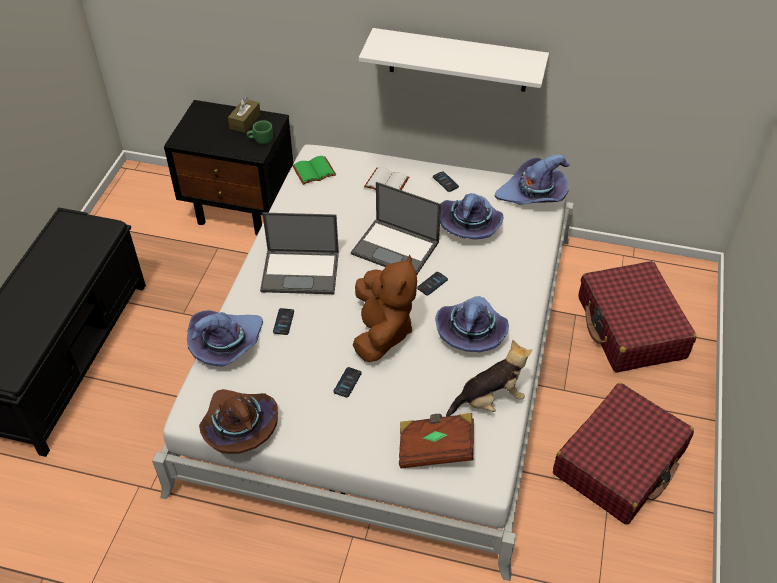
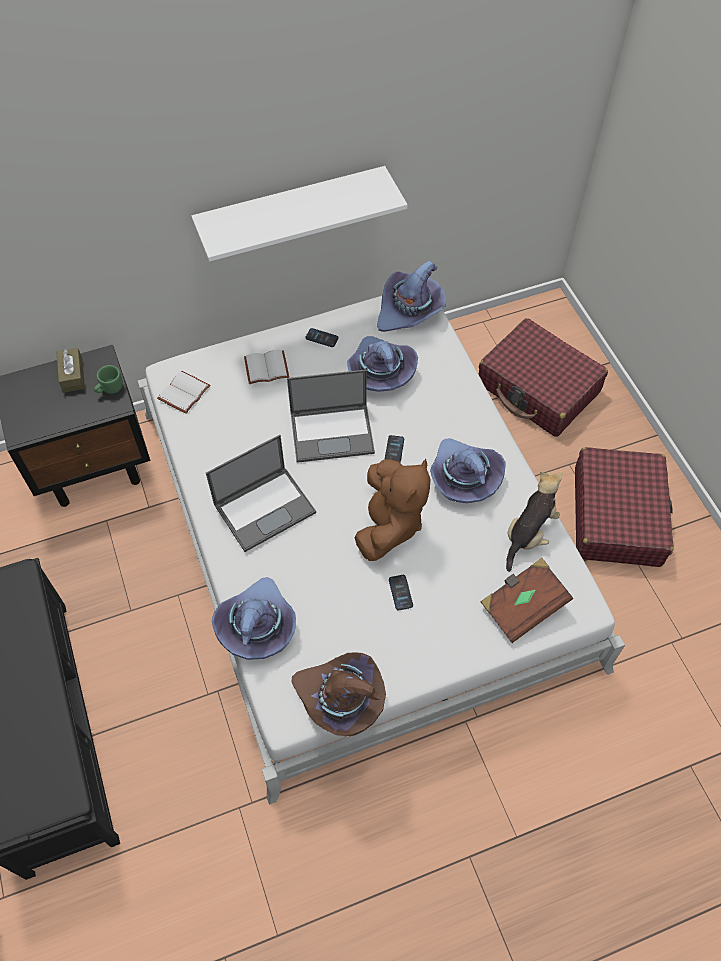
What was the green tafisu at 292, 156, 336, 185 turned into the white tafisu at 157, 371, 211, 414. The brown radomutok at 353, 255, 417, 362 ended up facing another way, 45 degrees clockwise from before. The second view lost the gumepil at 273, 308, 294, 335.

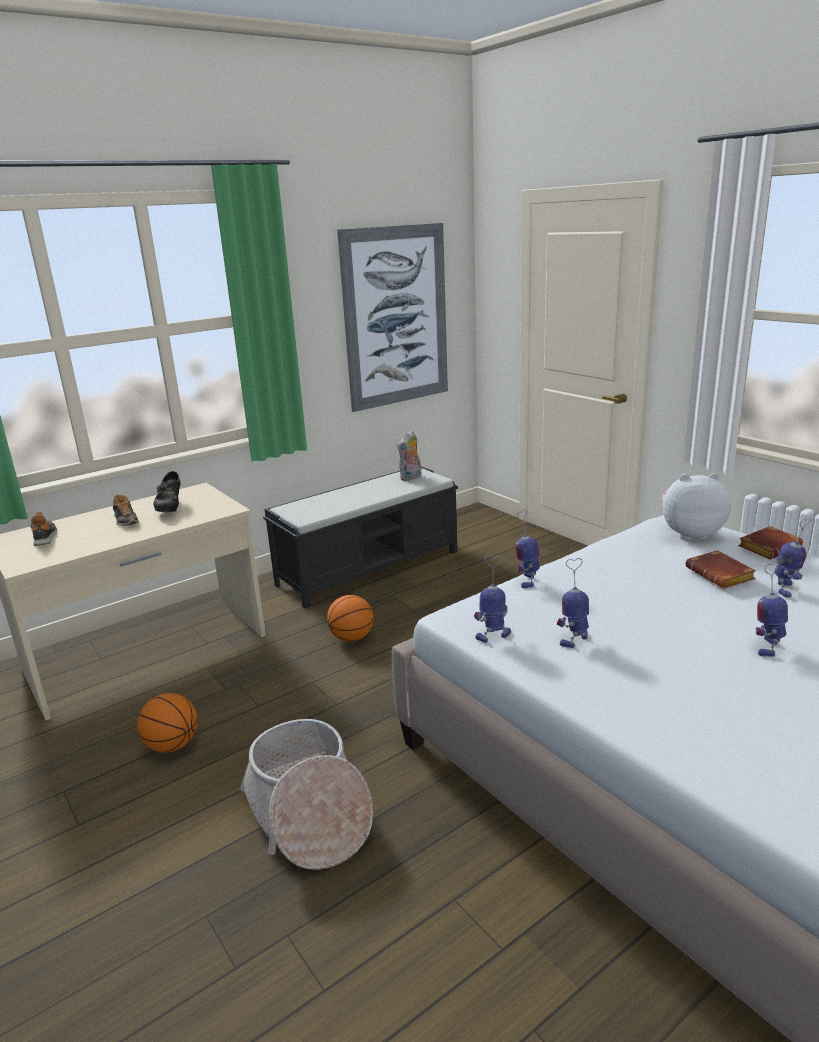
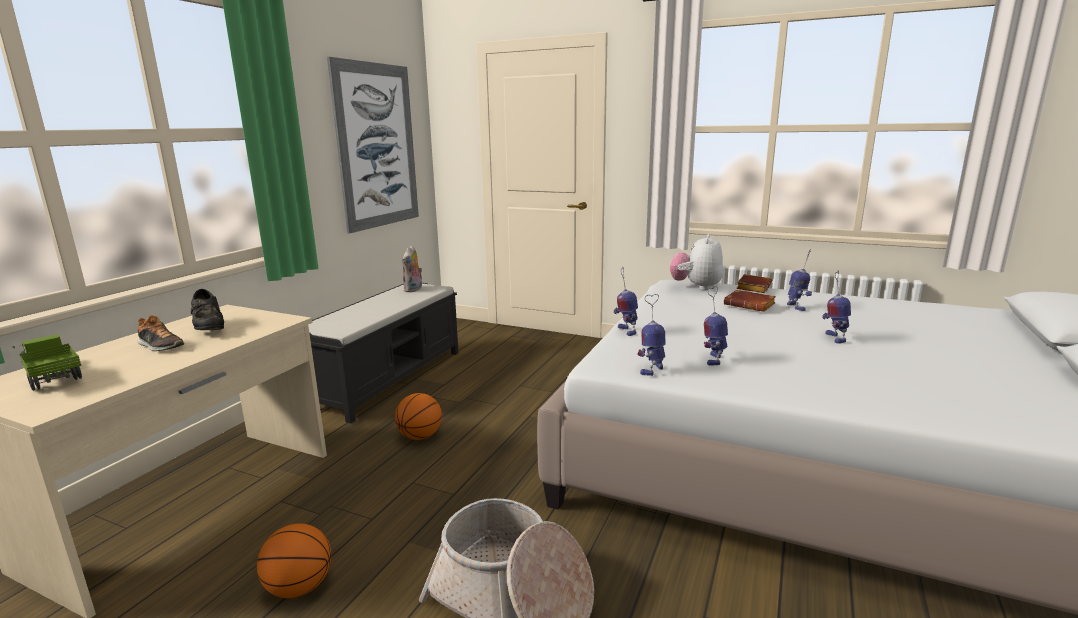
The radomutok at 662, 473, 731, 540 ended up facing another way, 45 degrees counterclockwise from before. Where the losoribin stood at 30, 512, 58, 546, the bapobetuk came to stand at 12, 334, 82, 391.

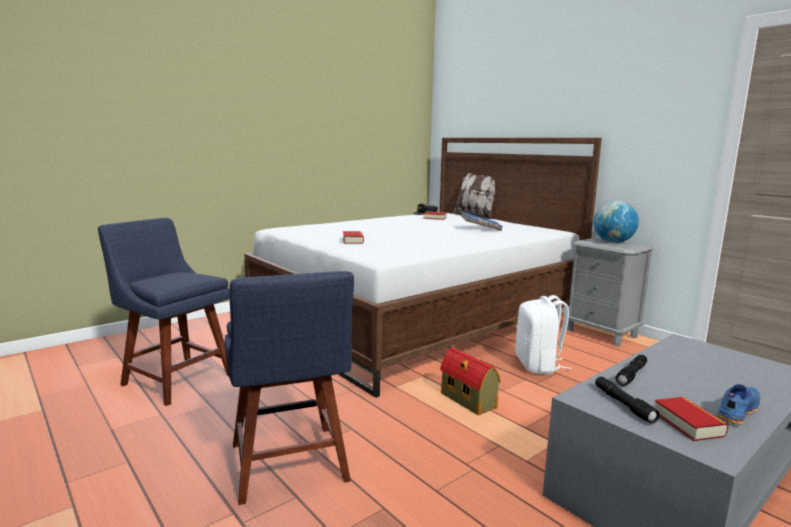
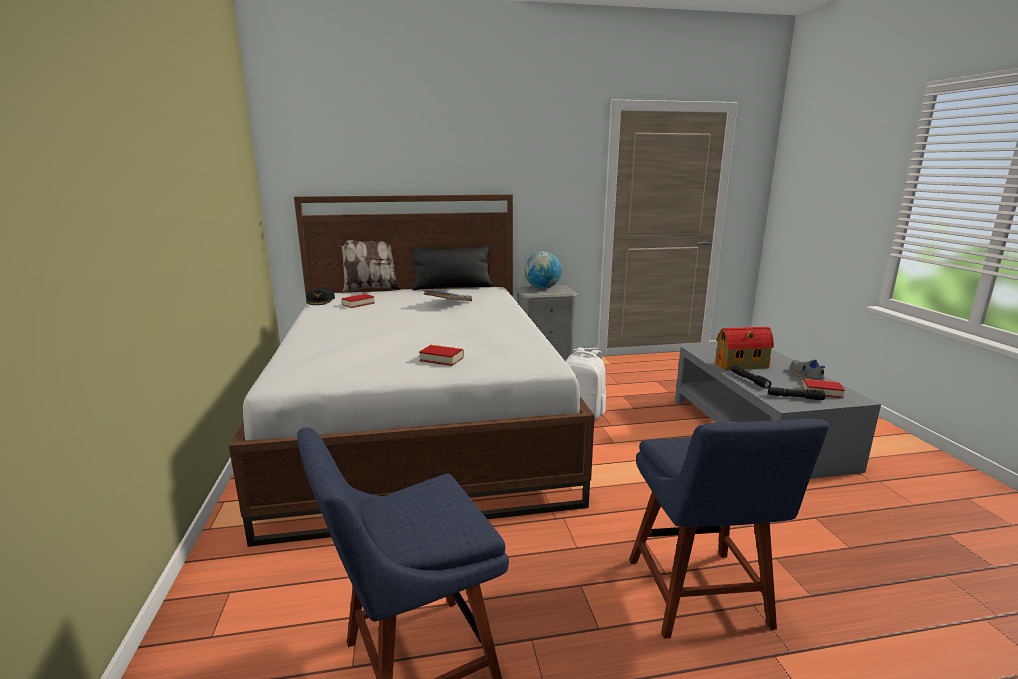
The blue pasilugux at 225, 271, 354, 505 ended up facing another way, 75 degrees clockwise from before. The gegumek ended up elsewhere, having gone from 440, 348, 501, 415 to 715, 327, 774, 370. What was the blue losoribin at 717, 384, 760, 425 turned into the grey losoribin at 790, 359, 825, 381. The second view gained the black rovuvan at 410, 245, 493, 290.

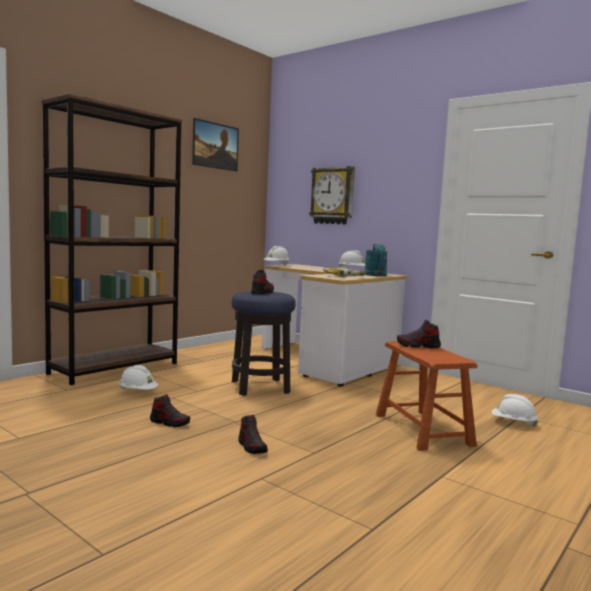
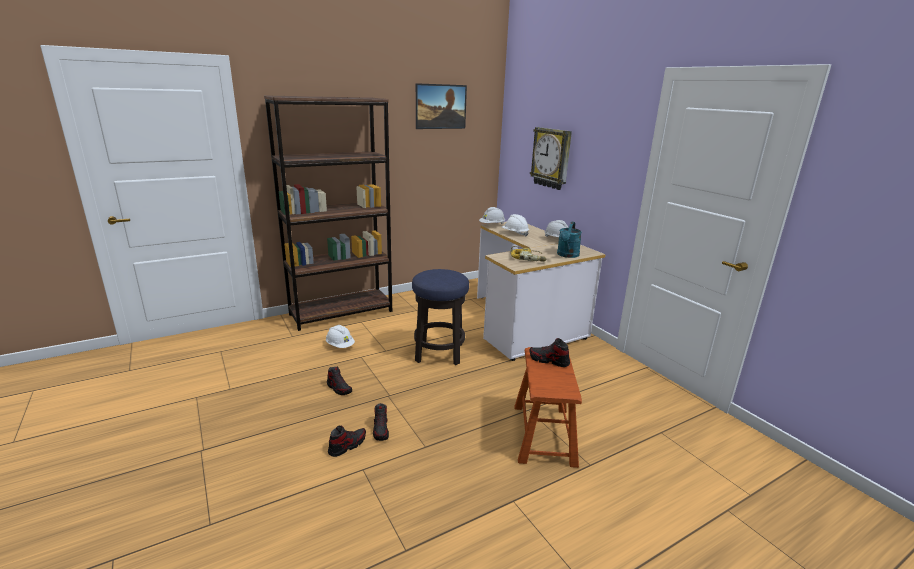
The losoribin ended up elsewhere, having gone from 251, 270, 274, 295 to 328, 426, 366, 457. The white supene ended up elsewhere, having gone from 491, 394, 538, 426 to 502, 214, 529, 236.

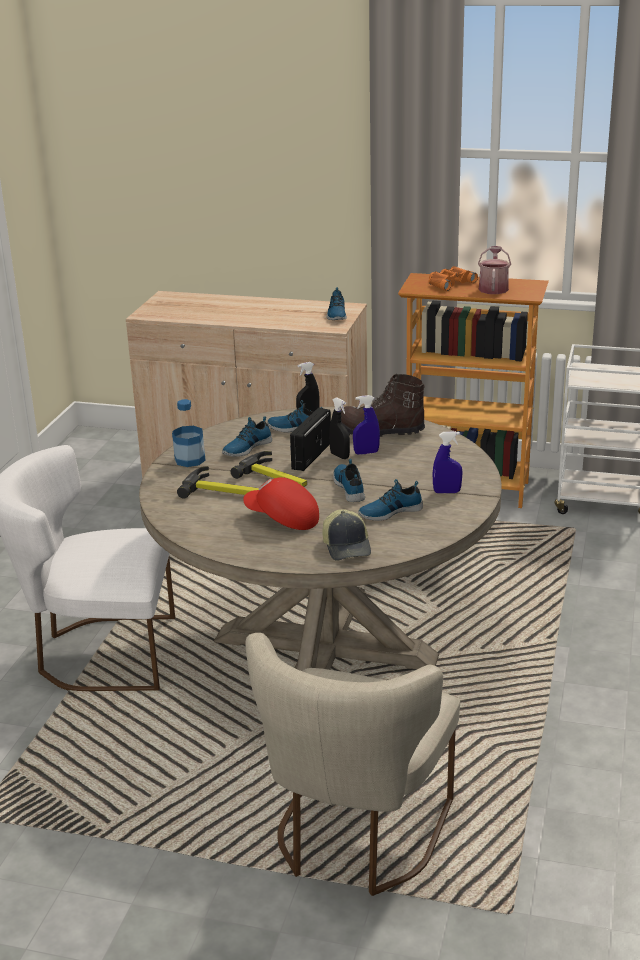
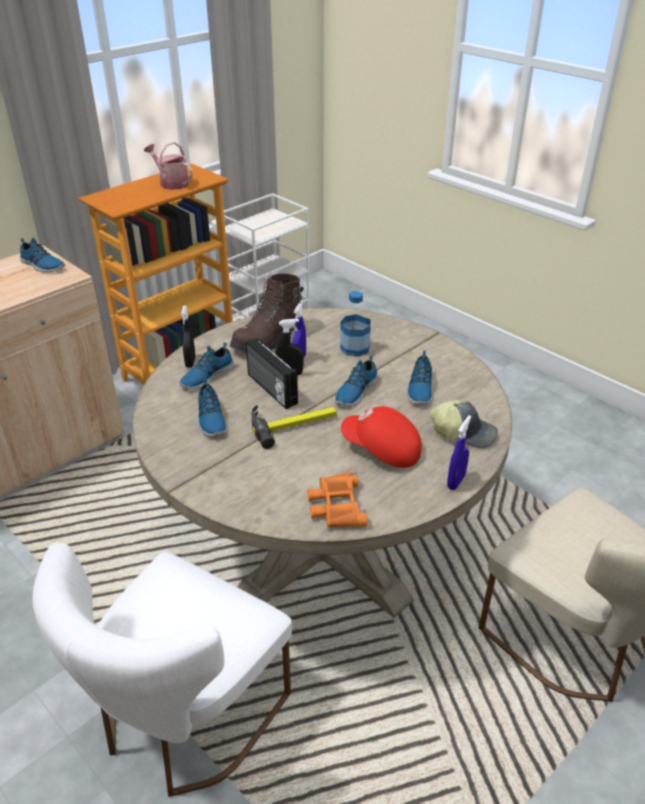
The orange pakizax ended up elsewhere, having gone from 429, 266, 478, 291 to 307, 471, 367, 527. The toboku ended up elsewhere, having gone from 172, 399, 206, 467 to 340, 291, 371, 357. The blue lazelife ended up elsewhere, having gone from 433, 431, 463, 493 to 447, 415, 471, 490. The losoribin at 333, 459, 365, 502 ended up facing another way, 75 degrees counterclockwise from before. The second view lost the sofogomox at 177, 466, 259, 499. The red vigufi at 243, 477, 319, 530 ended up facing another way, 60 degrees clockwise from before.

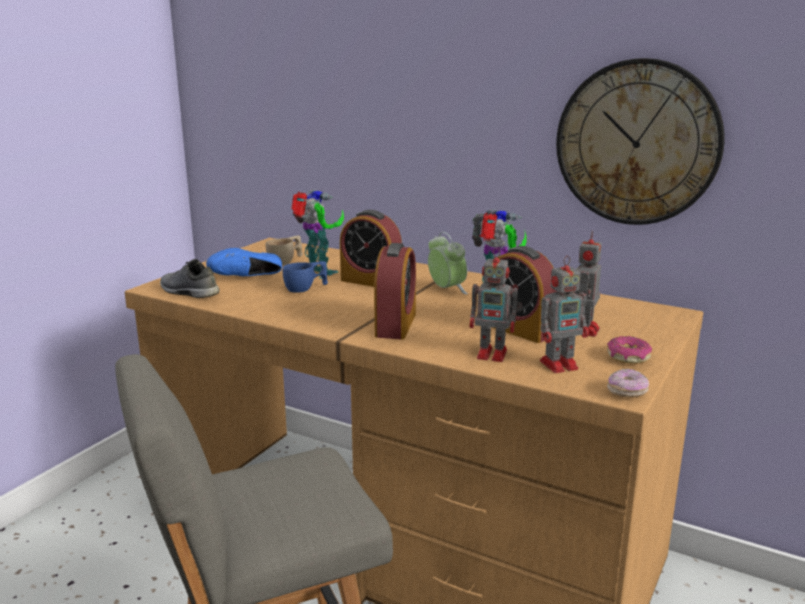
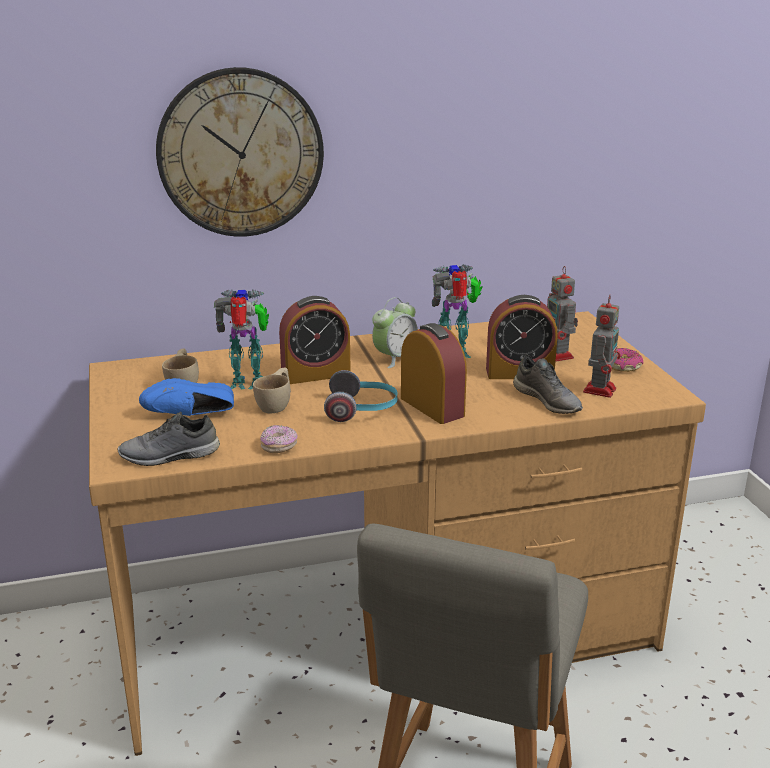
The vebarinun ended up elsewhere, having gone from 556, 58, 725, 225 to 156, 67, 324, 237. The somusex at 428, 232, 468, 294 ended up facing another way, 120 degrees clockwise from before. The blue losoribin at 206, 248, 282, 276 ended up facing another way, 45 degrees clockwise from before. Where the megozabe stood at 470, 248, 522, 362, the grey losoribin came to stand at 513, 354, 583, 414. What was the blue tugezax at 283, 261, 328, 293 turned into the beige tugezax at 253, 368, 291, 414. The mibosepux ended up elsewhere, having gone from 607, 368, 649, 398 to 260, 425, 297, 453. The second view gained the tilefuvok at 324, 370, 398, 422.

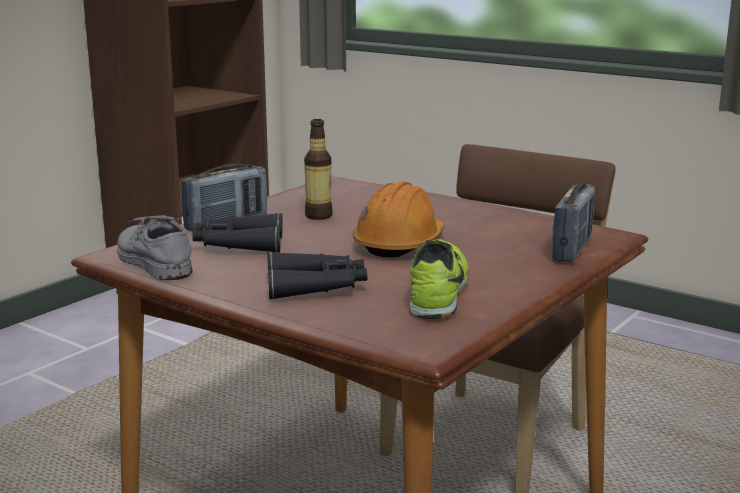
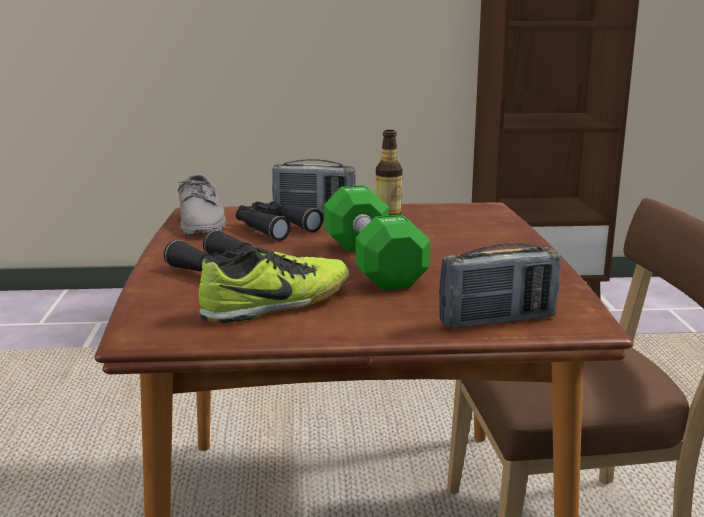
Where the orange supene stood at 353, 181, 444, 258, the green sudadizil came to stand at 324, 185, 430, 291. The grey losoribin at 117, 215, 193, 280 ended up facing another way, 150 degrees clockwise from before.

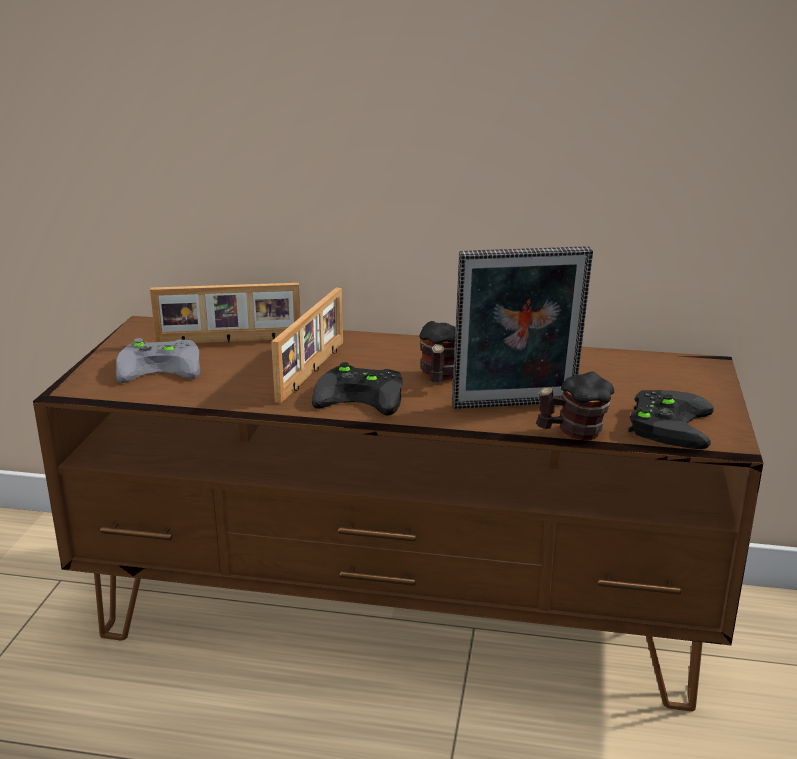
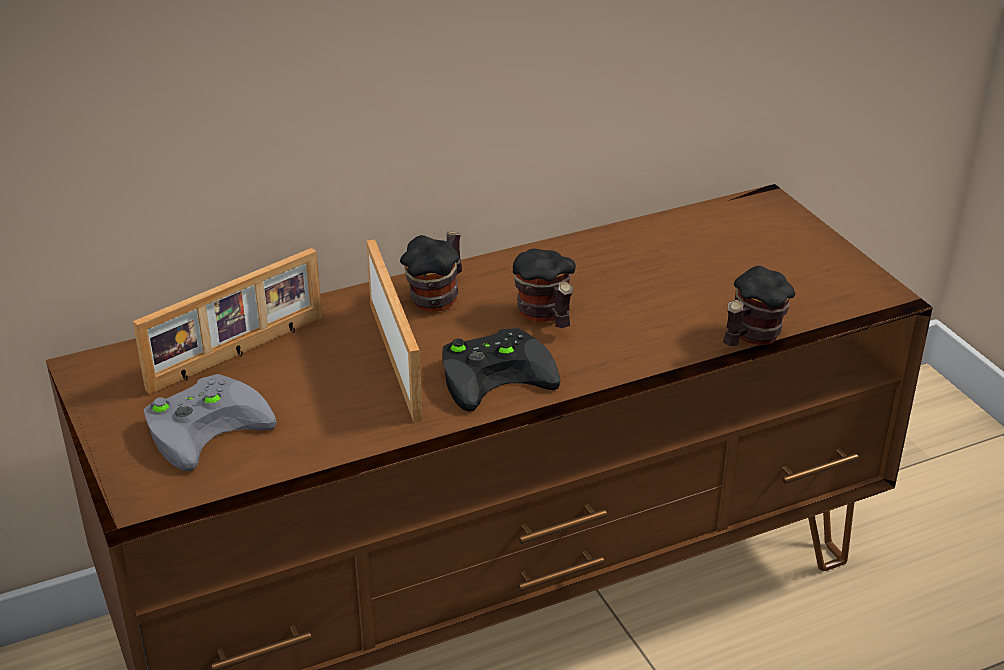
The second view lost the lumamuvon at 452, 246, 593, 409. The second view lost the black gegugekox at 628, 390, 714, 449. The second view gained the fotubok at 400, 232, 462, 312.

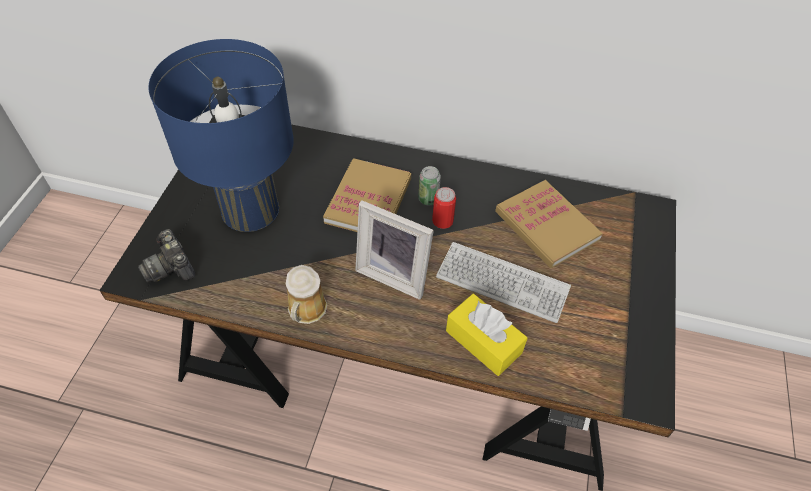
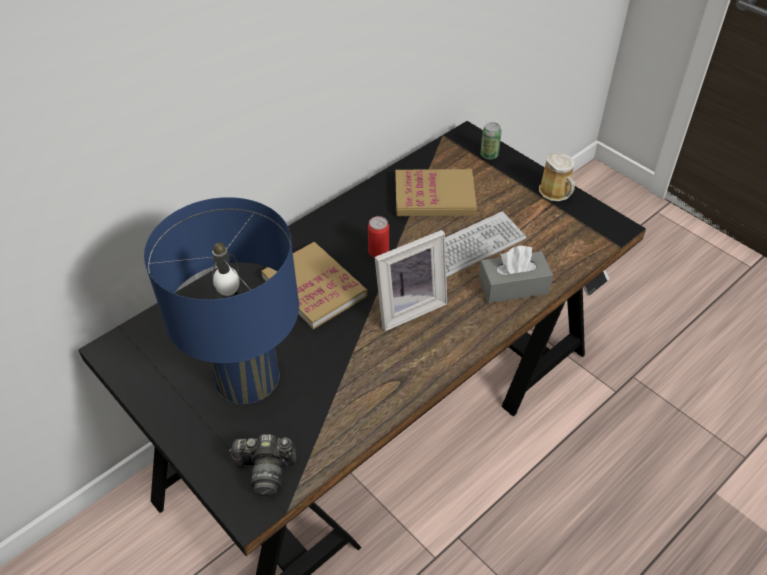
The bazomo ended up elsewhere, having gone from 418, 166, 441, 205 to 480, 122, 502, 160. The fotubok ended up elsewhere, having gone from 286, 265, 327, 324 to 539, 153, 575, 202. What was the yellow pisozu at 446, 294, 528, 376 turned into the grey pisozu at 479, 245, 553, 303.

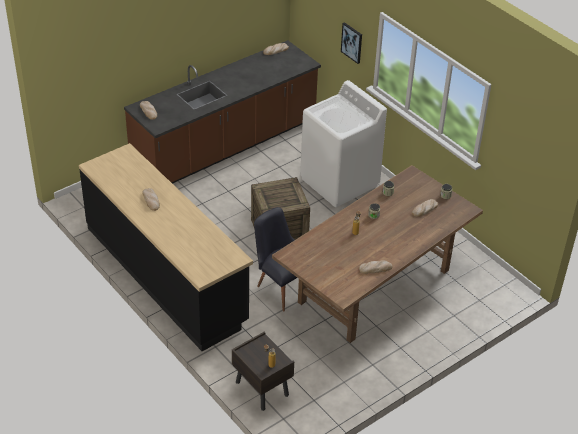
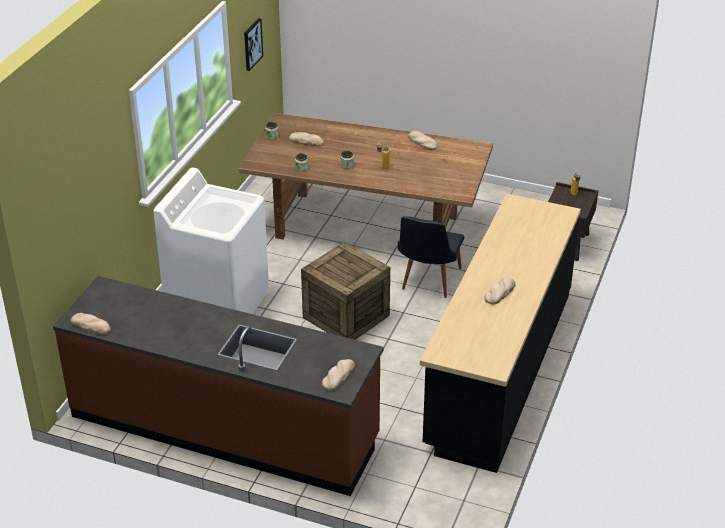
The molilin ended up elsewhere, having gone from 341, 22, 362, 64 to 244, 18, 263, 71.

